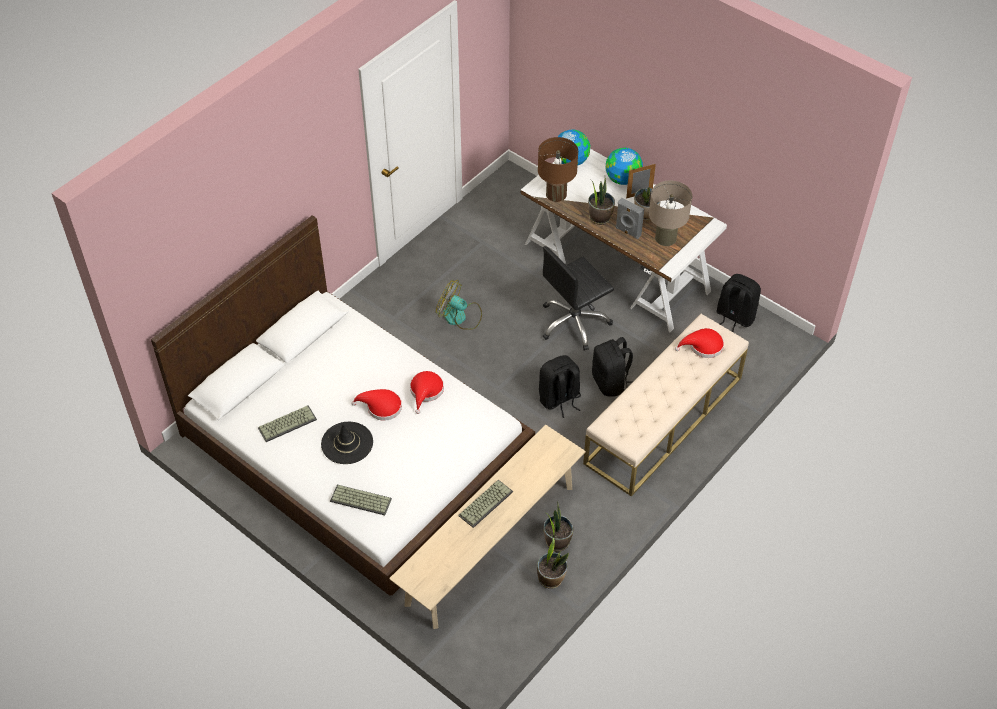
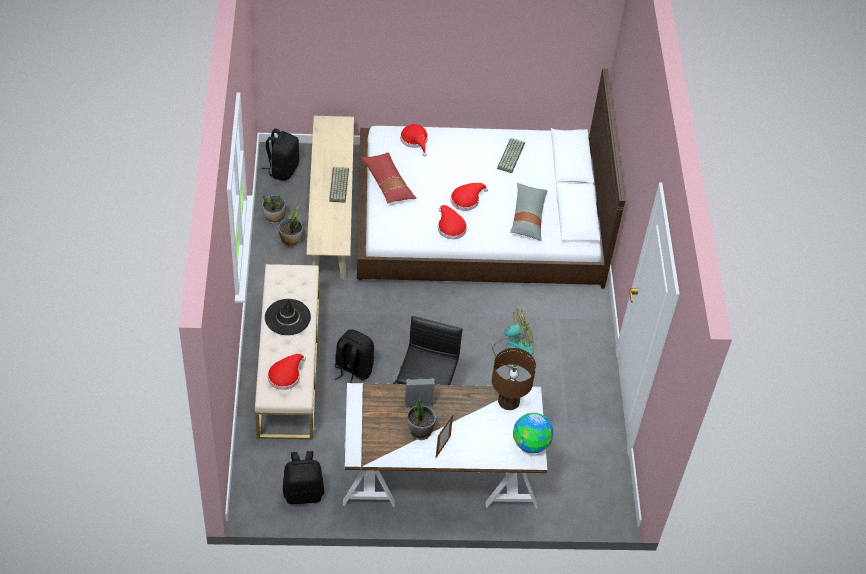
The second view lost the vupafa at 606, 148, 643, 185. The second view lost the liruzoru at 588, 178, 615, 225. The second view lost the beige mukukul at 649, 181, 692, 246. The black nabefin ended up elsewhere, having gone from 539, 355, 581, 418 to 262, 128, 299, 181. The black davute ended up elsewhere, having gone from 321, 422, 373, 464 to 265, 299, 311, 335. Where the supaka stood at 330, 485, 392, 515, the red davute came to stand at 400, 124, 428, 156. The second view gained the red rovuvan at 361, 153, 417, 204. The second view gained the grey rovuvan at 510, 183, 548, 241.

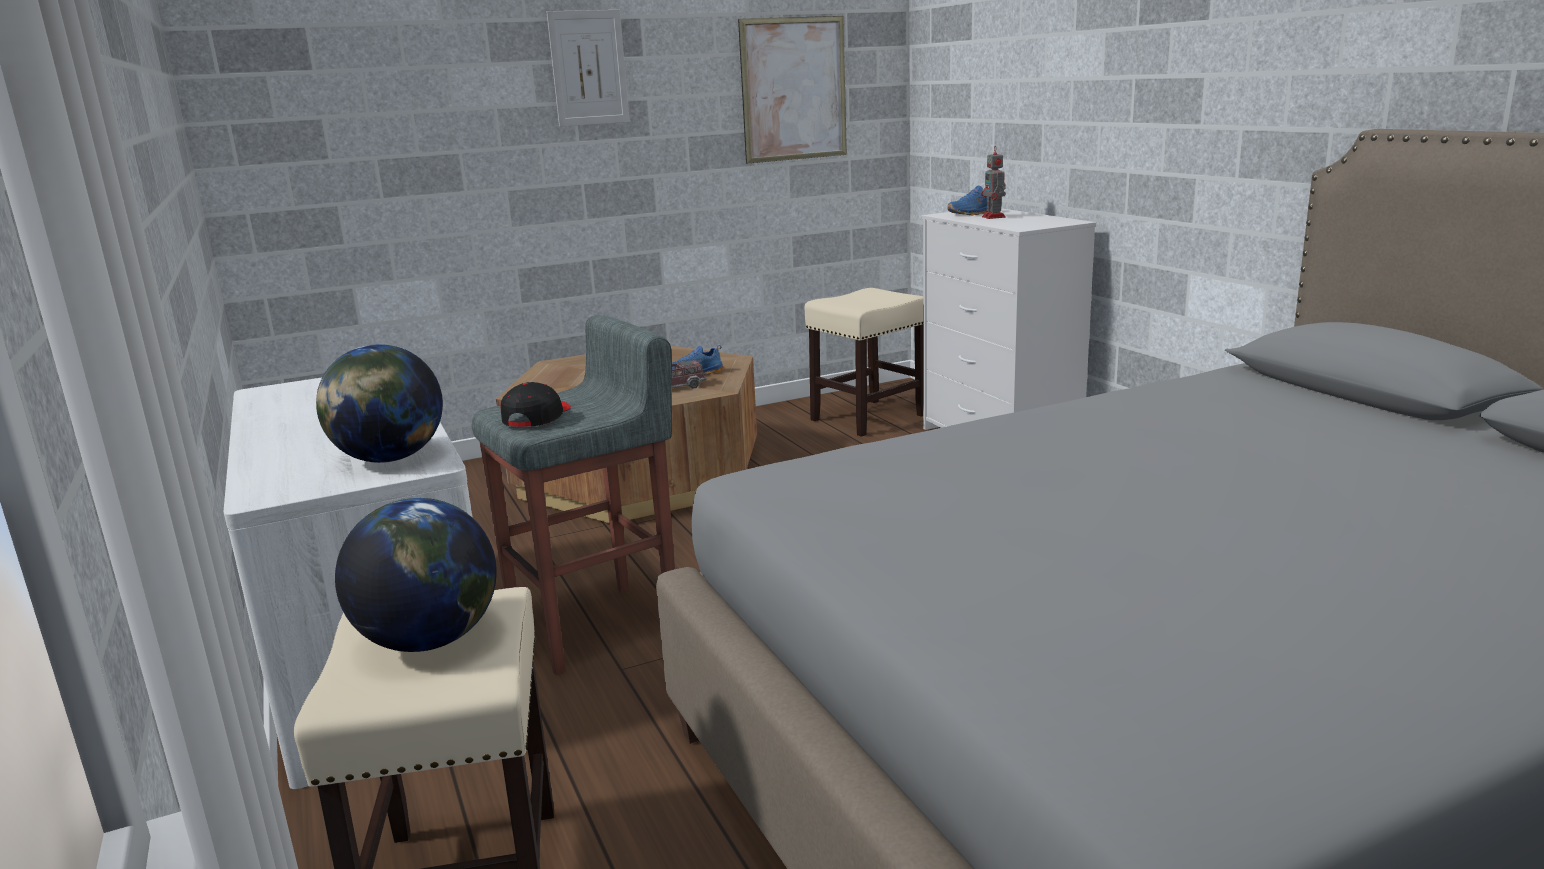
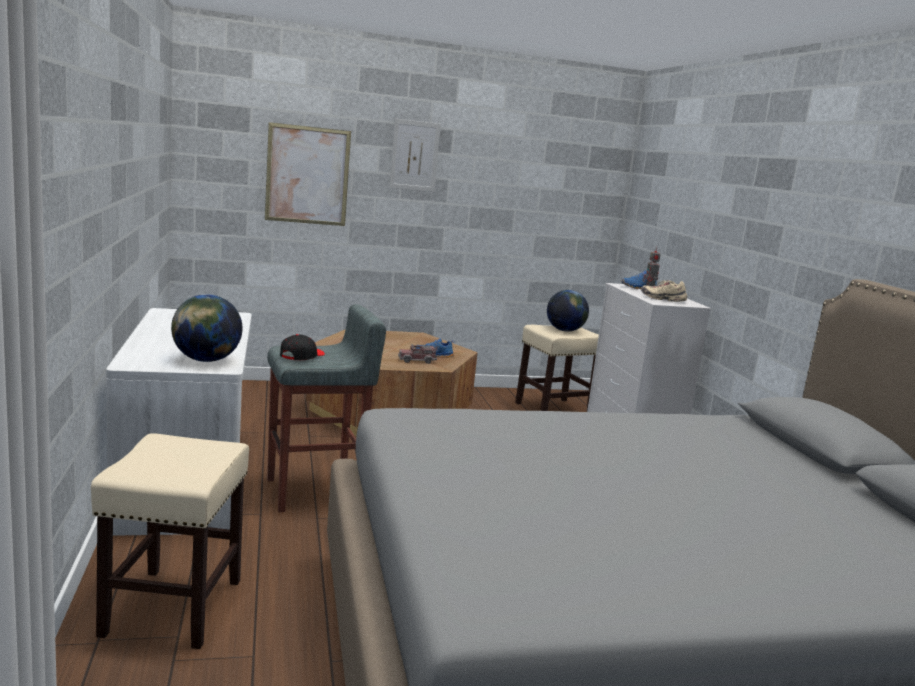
The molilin ended up elsewhere, having gone from 738, 16, 847, 163 to 265, 122, 351, 226. The vupafa ended up elsewhere, having gone from 335, 498, 497, 652 to 547, 290, 589, 332. The second view gained the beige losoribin at 641, 280, 687, 302.

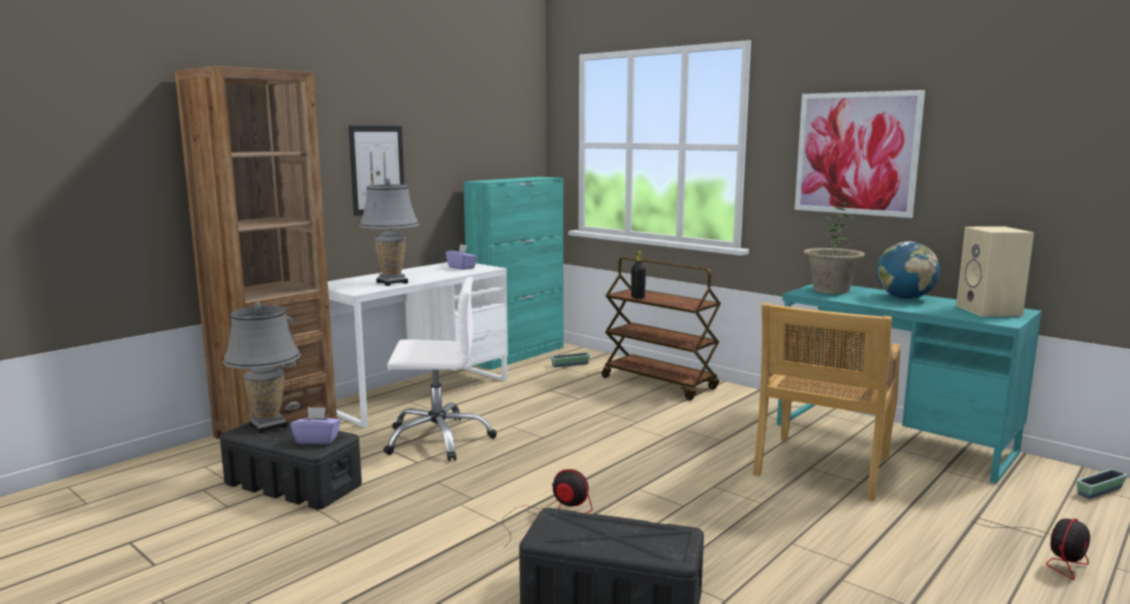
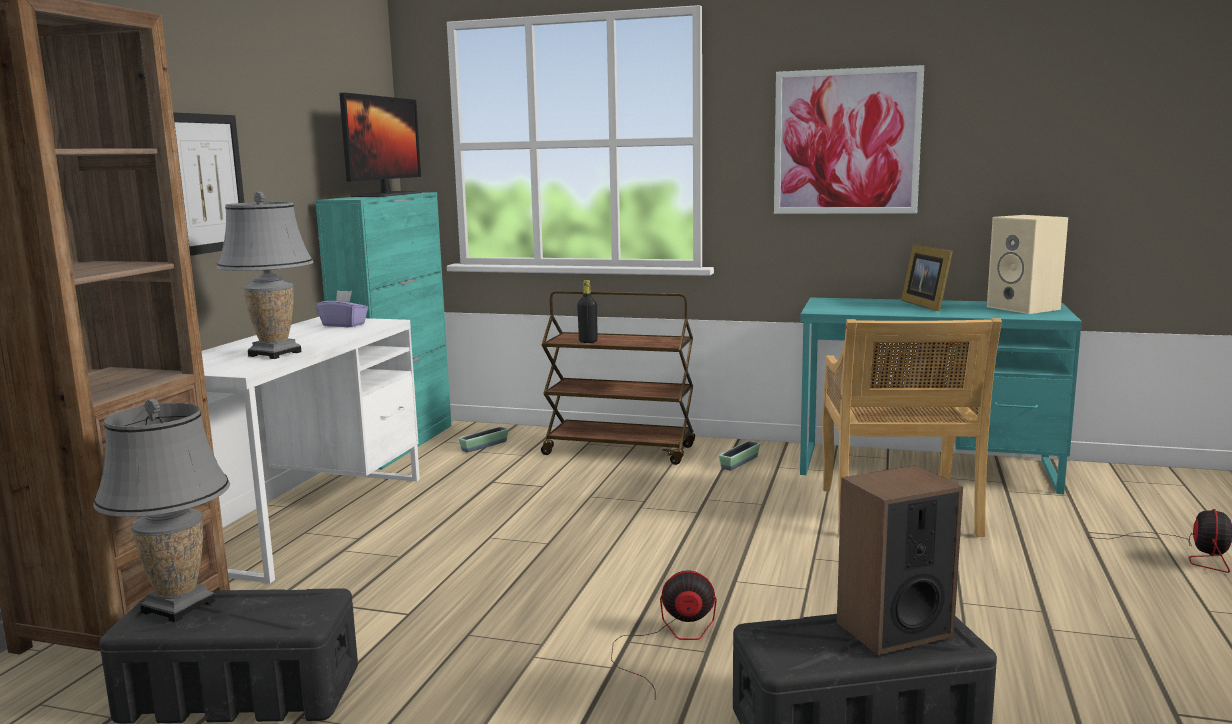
The second view lost the liruzoru at 803, 200, 865, 294. Where the vupafa stood at 877, 242, 940, 299, the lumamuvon came to stand at 901, 244, 953, 312. The second view lost the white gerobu at 383, 277, 497, 461. The second view lost the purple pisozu at 290, 407, 341, 444. The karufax ended up elsewhere, having gone from 1077, 469, 1127, 499 to 719, 441, 760, 470. The second view gained the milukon at 339, 93, 422, 197. The second view gained the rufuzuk at 837, 465, 963, 655.

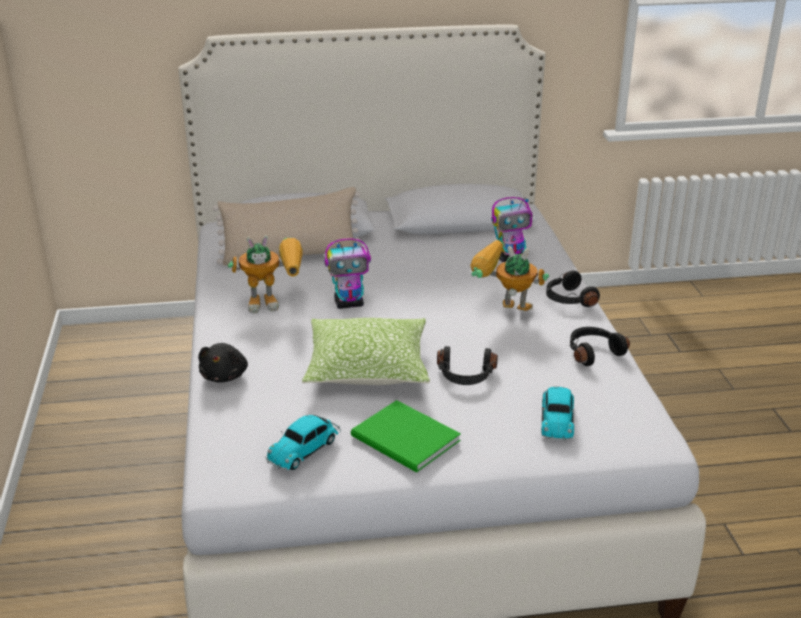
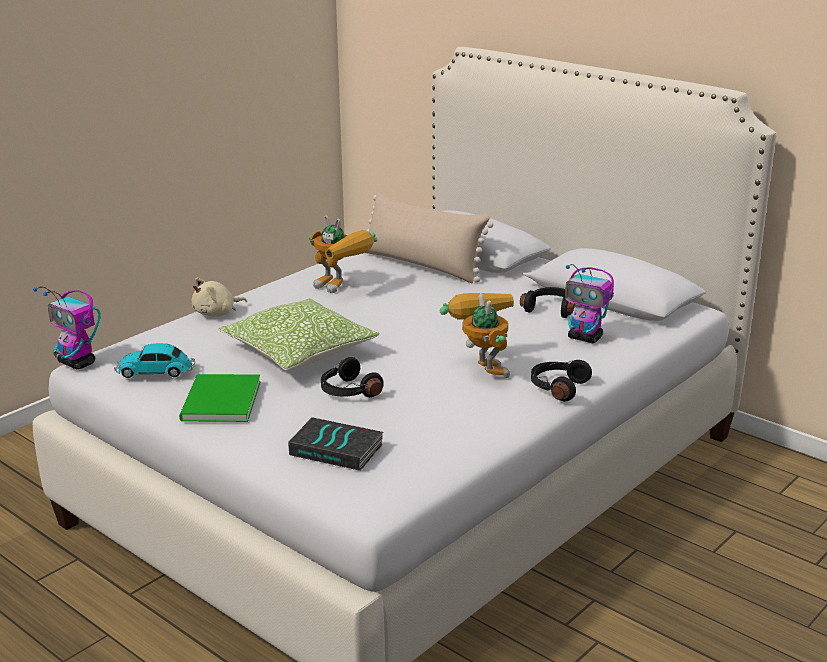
The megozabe ended up elsewhere, having gone from 325, 238, 371, 309 to 33, 287, 101, 369. The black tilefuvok ended up elsewhere, having gone from 570, 327, 630, 366 to 520, 287, 575, 318. What was the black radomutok at 198, 343, 248, 383 turned into the beige radomutok at 192, 278, 247, 317. Where the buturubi stood at 541, 387, 575, 441, the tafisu came to stand at 288, 417, 384, 471.

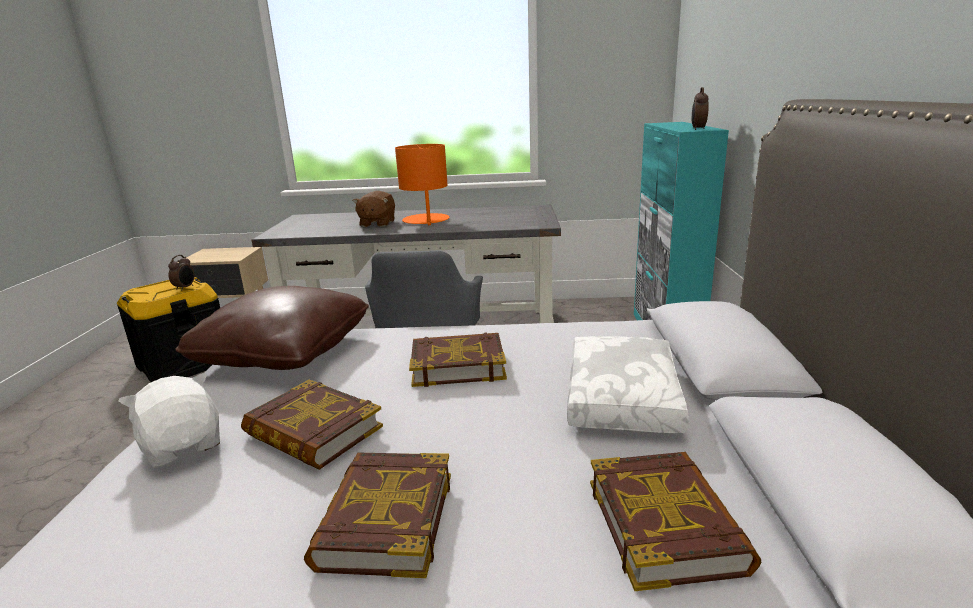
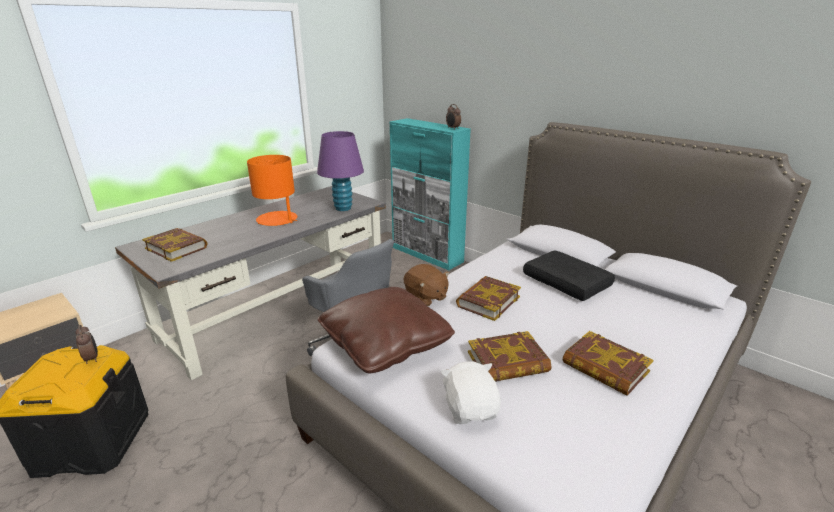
The brown radomutok ended up elsewhere, having gone from 353, 191, 395, 227 to 404, 264, 449, 306. What was the white rovuvan at 567, 336, 689, 433 turned into the black rovuvan at 523, 251, 615, 301. The white radomutok at 119, 373, 220, 468 ended up facing another way, 75 degrees clockwise from before. The tafisu ended up elsewhere, having gone from 590, 452, 762, 591 to 142, 228, 207, 262. The second view gained the purple mukukul at 317, 131, 364, 211.

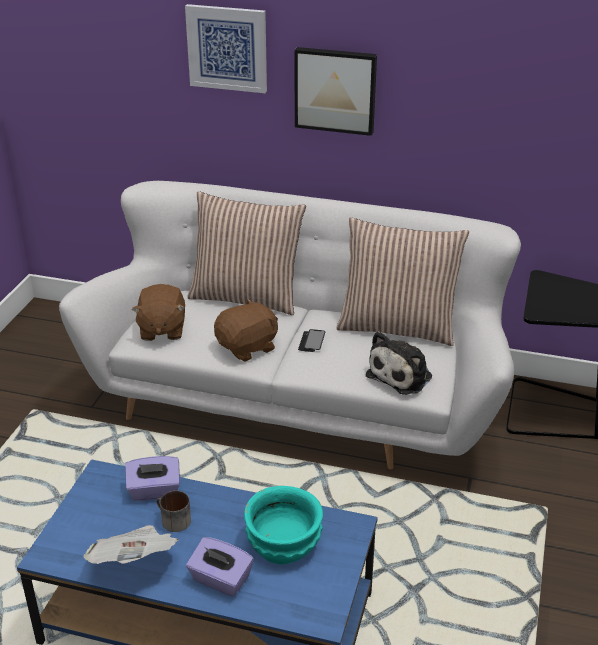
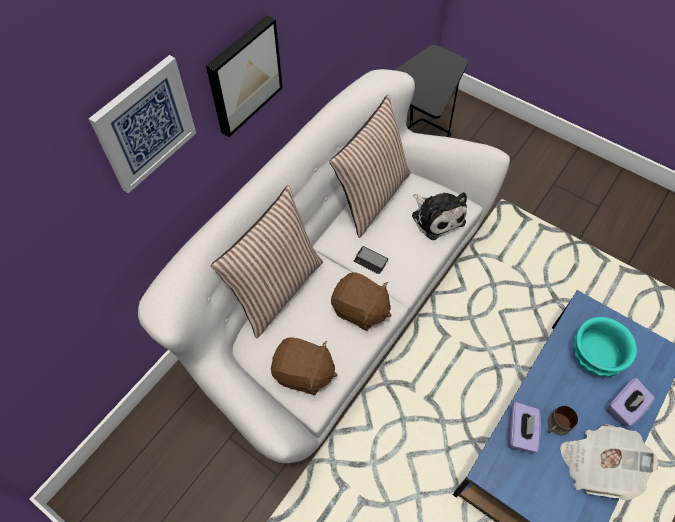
The brown radomutok at 214, 298, 278, 362 ended up facing another way, 135 degrees clockwise from before.

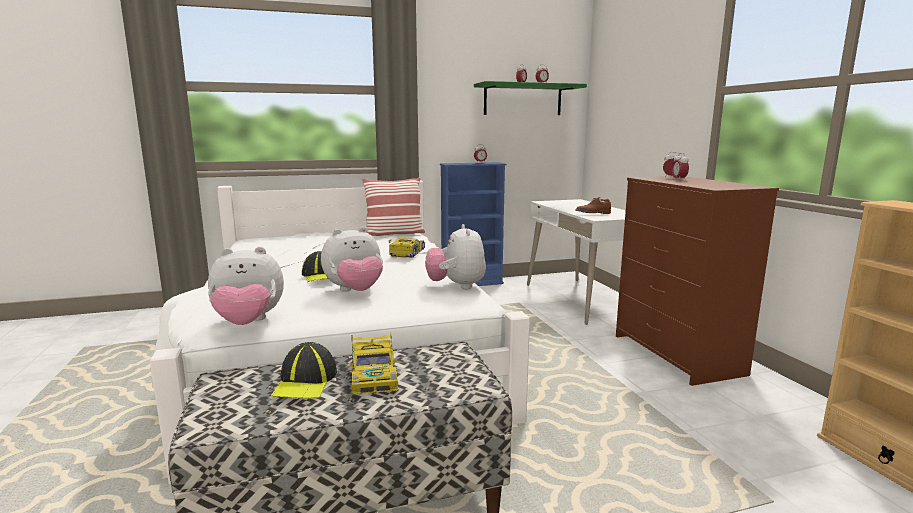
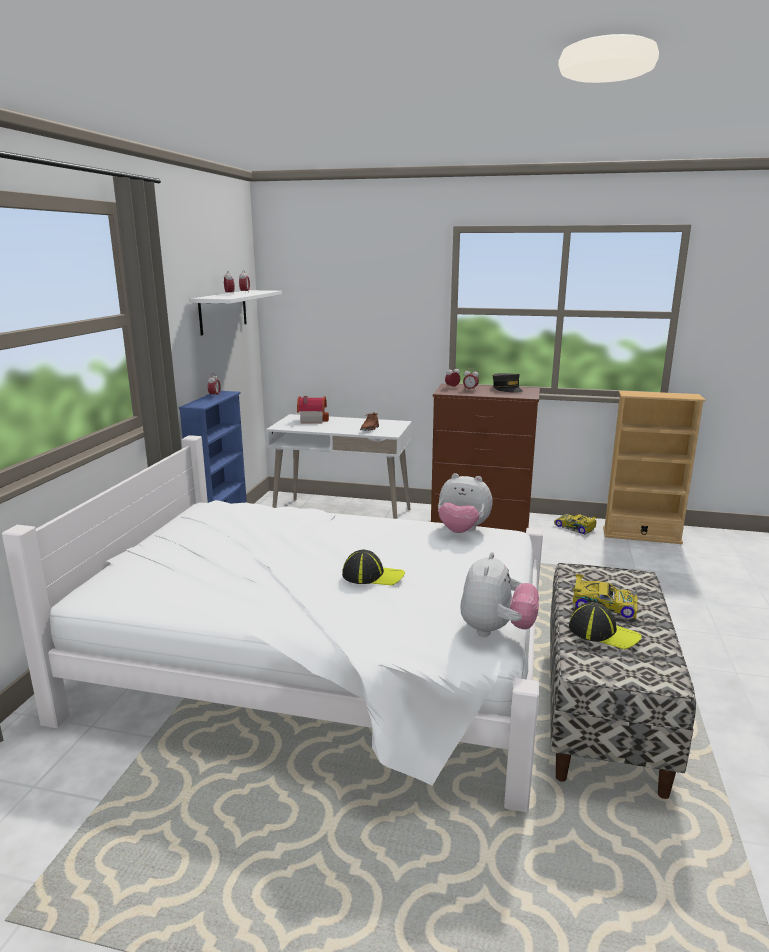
What was the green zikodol at 474, 81, 587, 115 turned into the white zikodol at 191, 290, 282, 335. The second view lost the rovuvan at 362, 178, 425, 236. The second view lost the radomutok at 321, 227, 383, 292. The buturubi ended up elsewhere, having gone from 389, 238, 425, 257 to 554, 514, 598, 534. The second view gained the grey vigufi at 493, 373, 522, 393. The second view gained the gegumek at 297, 396, 329, 424.

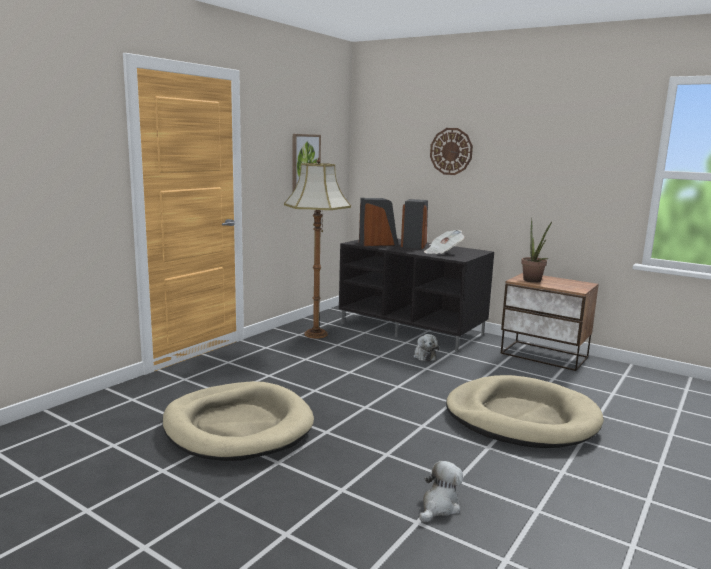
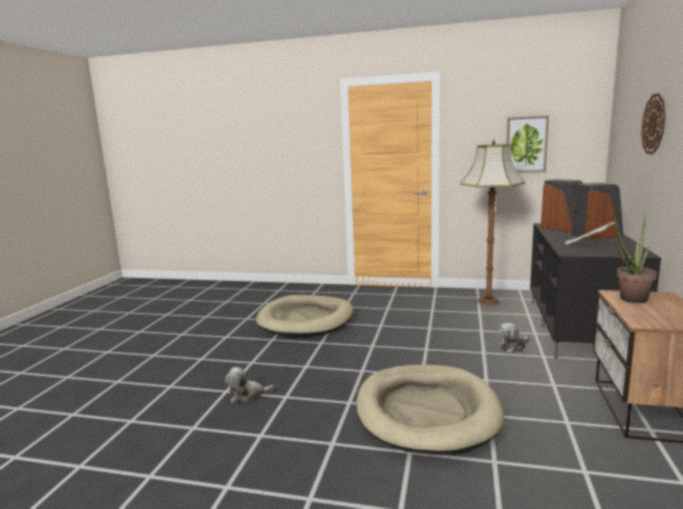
The radomutok at 419, 461, 463, 522 ended up facing another way, 150 degrees clockwise from before.

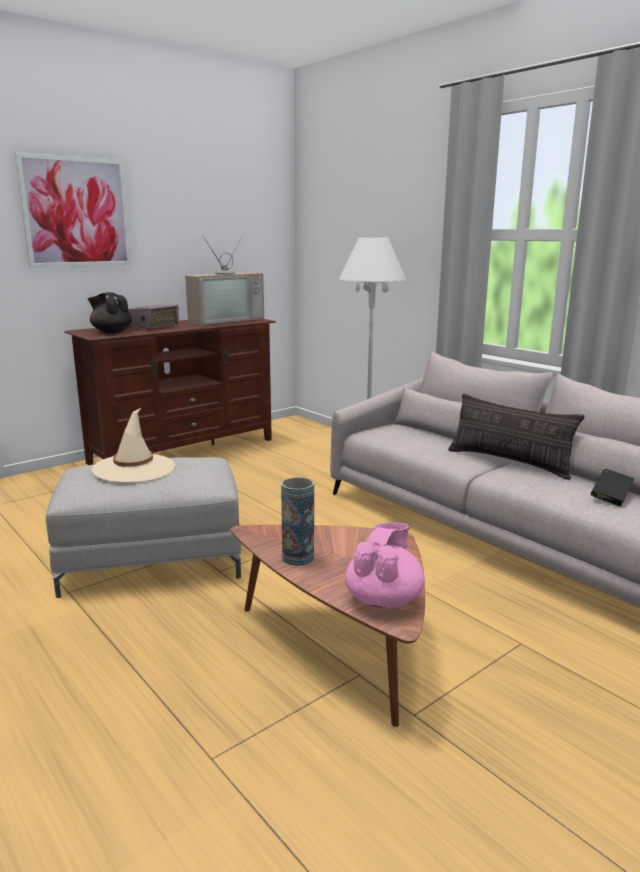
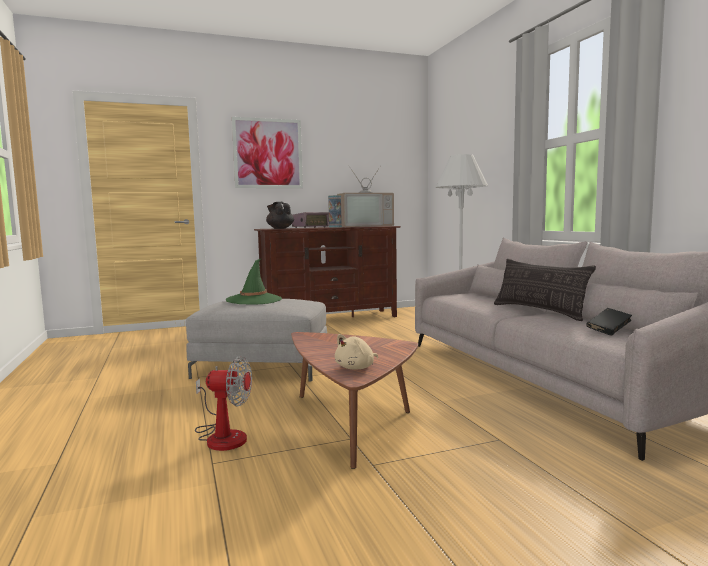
What was the beige davute at 92, 407, 175, 483 turned into the green davute at 226, 258, 282, 305. The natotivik ended up elsewhere, having gone from 281, 477, 314, 566 to 328, 195, 342, 228. Where the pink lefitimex stood at 345, 523, 425, 609, the beige radomutok came to stand at 335, 334, 378, 370. The second view gained the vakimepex at 195, 356, 252, 451.

